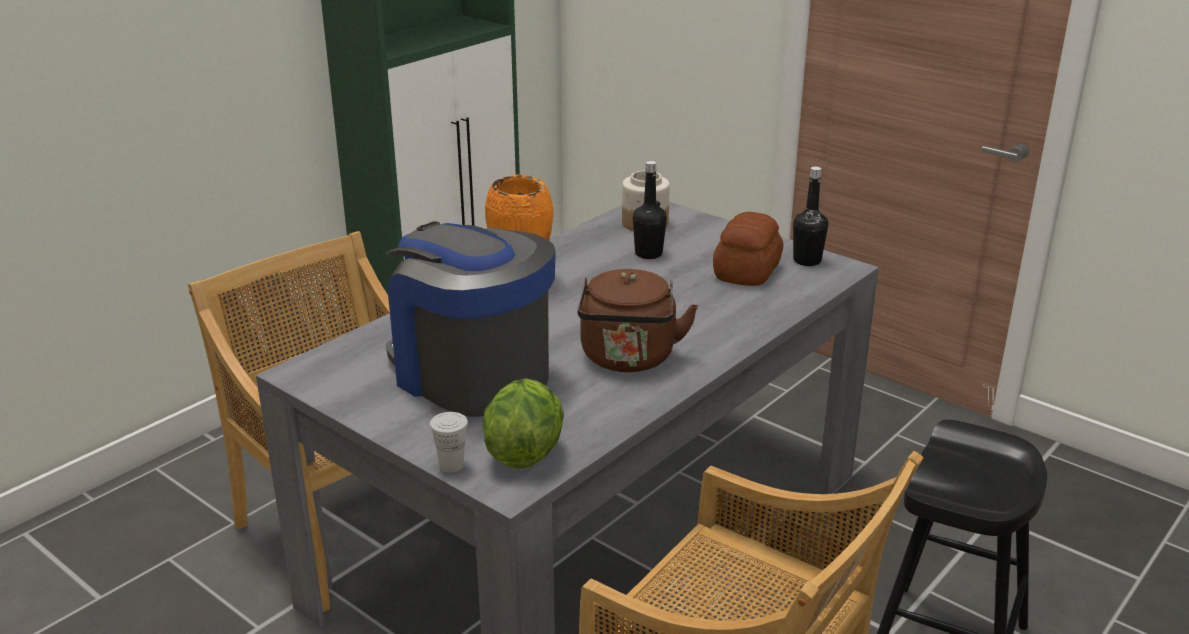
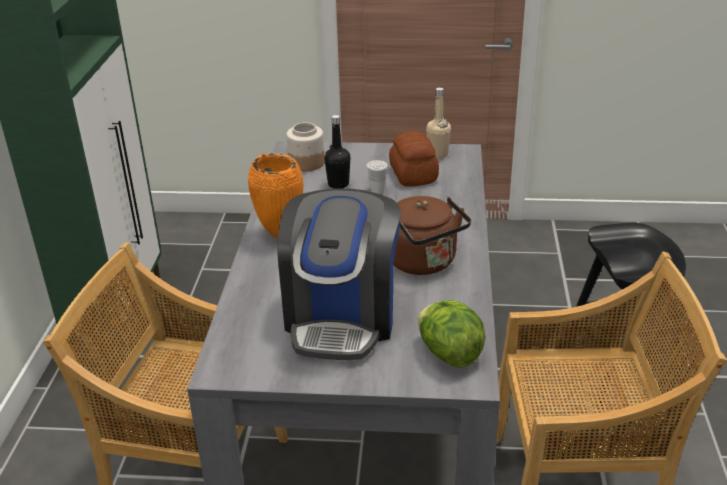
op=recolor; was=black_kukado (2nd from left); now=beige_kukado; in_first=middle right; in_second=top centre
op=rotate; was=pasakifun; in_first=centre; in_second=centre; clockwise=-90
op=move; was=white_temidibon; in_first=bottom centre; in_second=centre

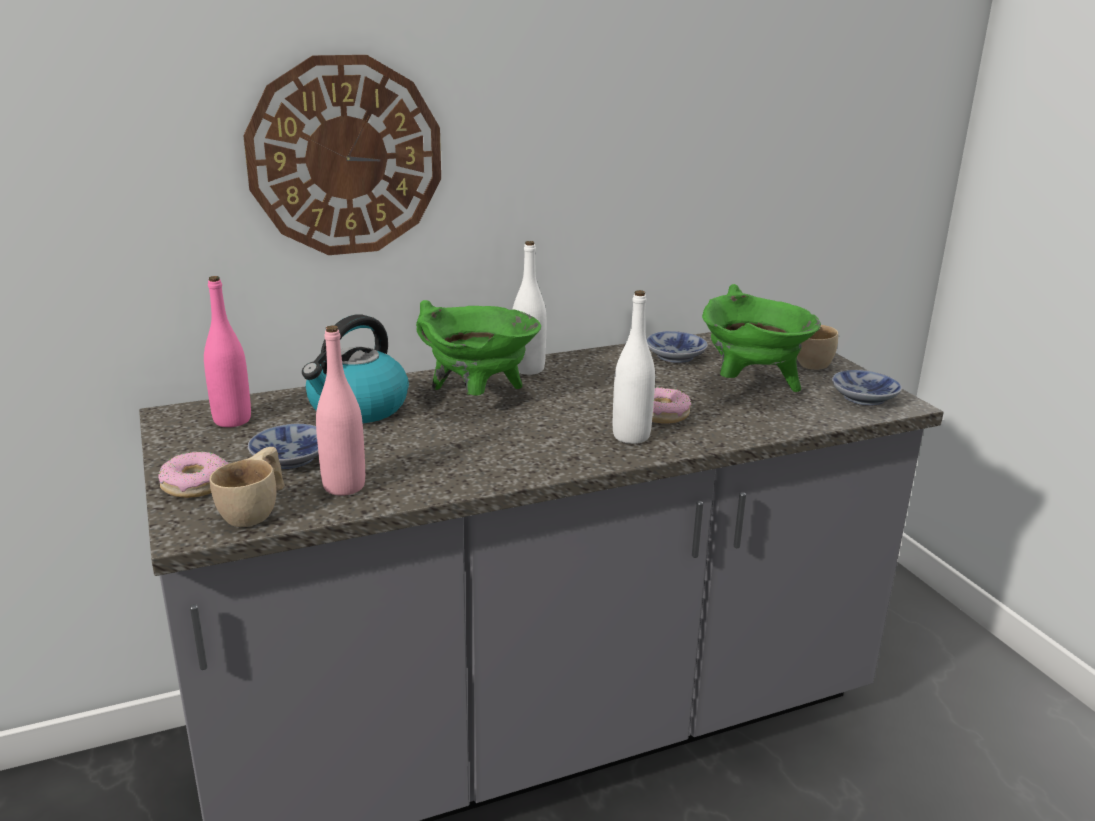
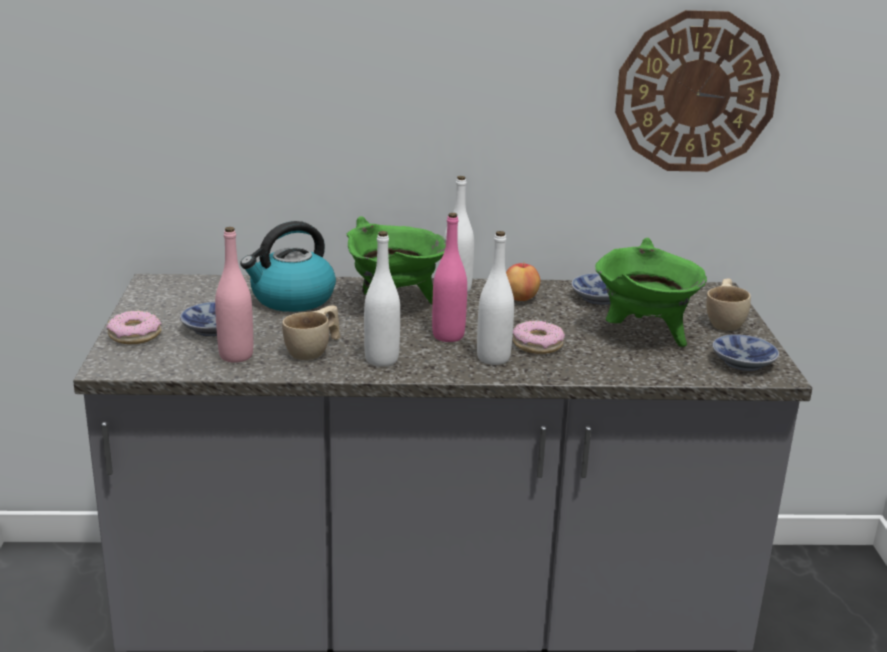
op=move; was=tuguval; in_first=top left; in_second=top right
op=move; was=pink_kukado (1st from left in the first image); now=pink_kukado (2nd from left); in_first=middle left; in_second=centre
op=move; was=beige_temidibon (1st from left); in_first=middle left; in_second=centre
op=insert; now=white_kukado (1st from left); in_second=centre
op=insert; now=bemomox; in_second=centre

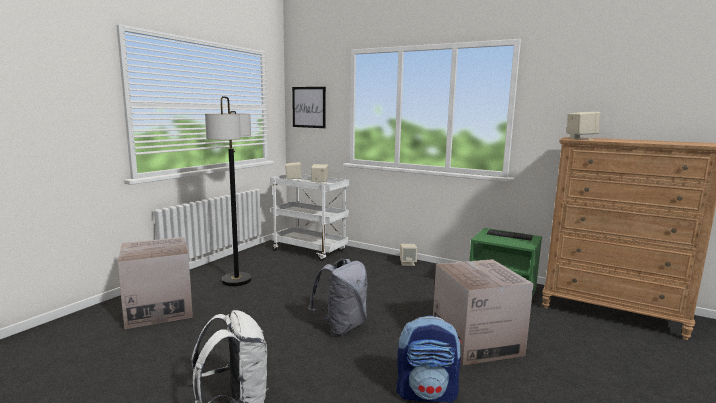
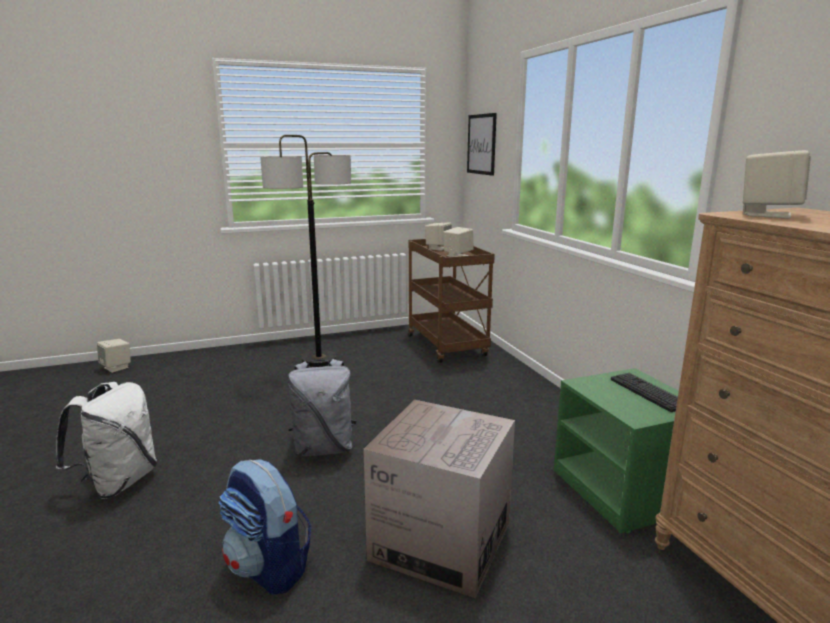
op=recolor; was=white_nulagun; now=brown_nulagun; in_first=centre; in_second=centre
op=delete; was=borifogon (1st from left); in_first=bottom left
op=move; was=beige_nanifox (3rd from left in the first image); now=beige_nanifox (1st from left); in_first=centre; in_second=middle left

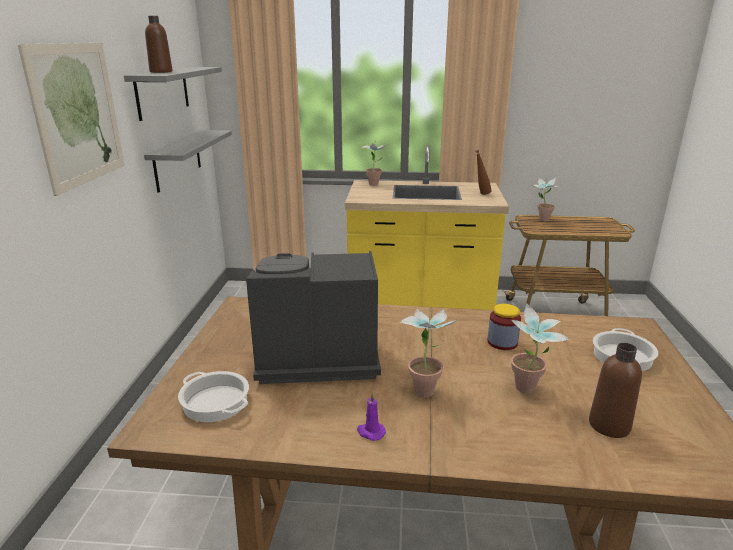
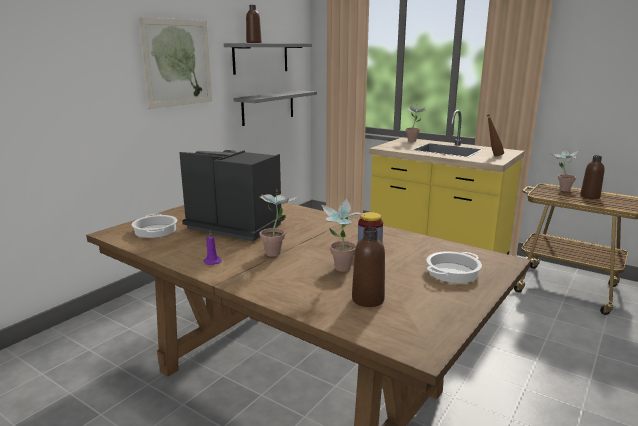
op=insert; now=brown_kukado (4th from left); in_second=middle right

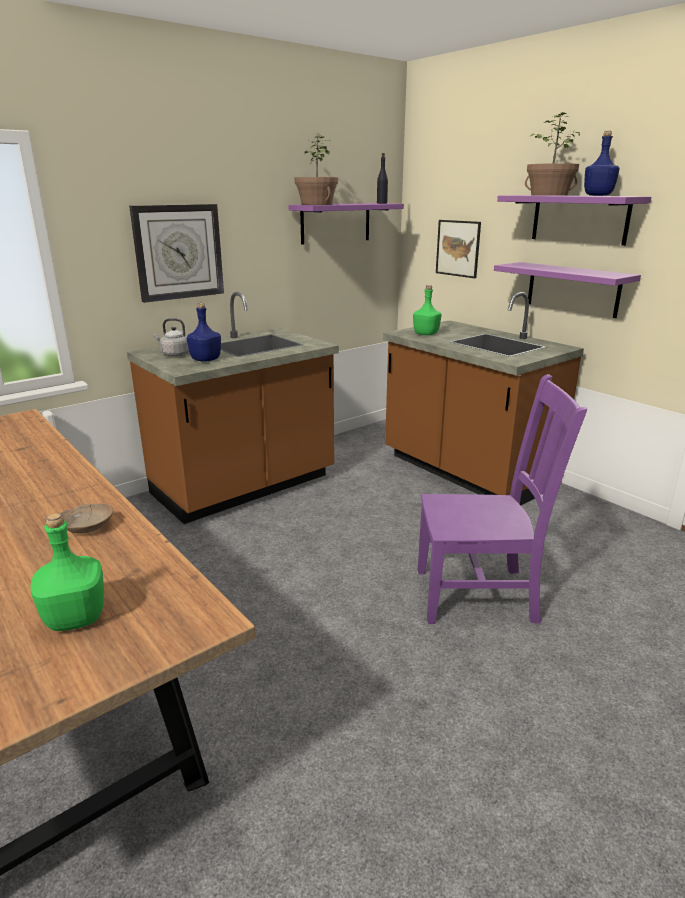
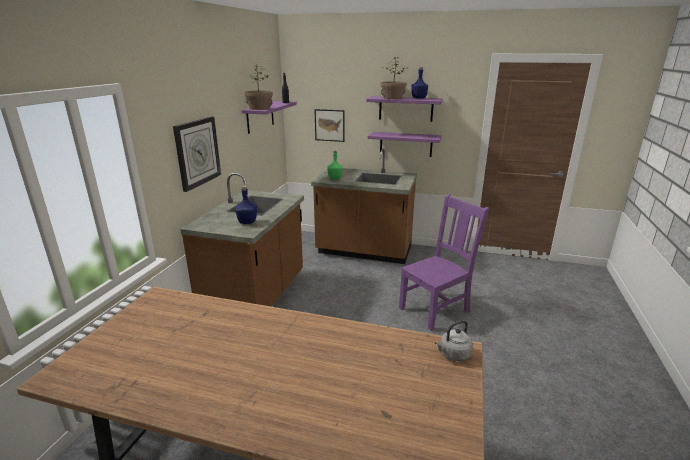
op=move; was=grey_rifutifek; in_first=middle left; in_second=bottom centre
op=delete; was=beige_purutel; in_first=middle left
op=delete; was=green_kukado (1st from left); in_first=middle left

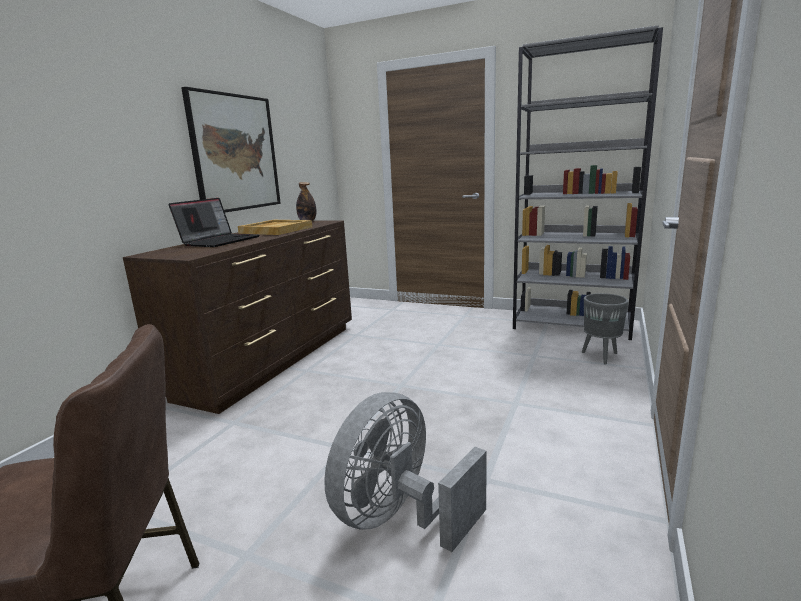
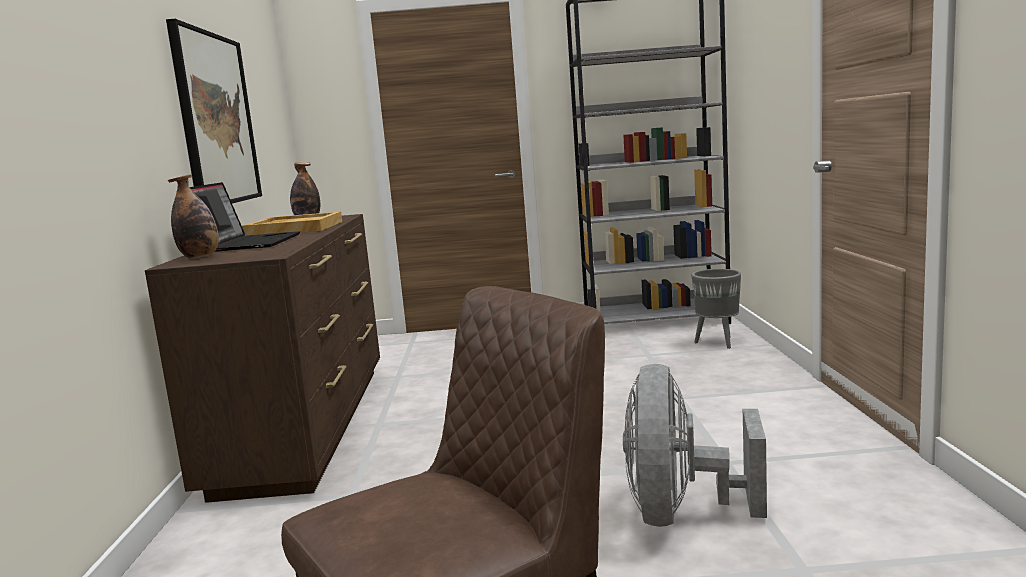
op=insert; now=kukado (1st from left); in_second=middle left

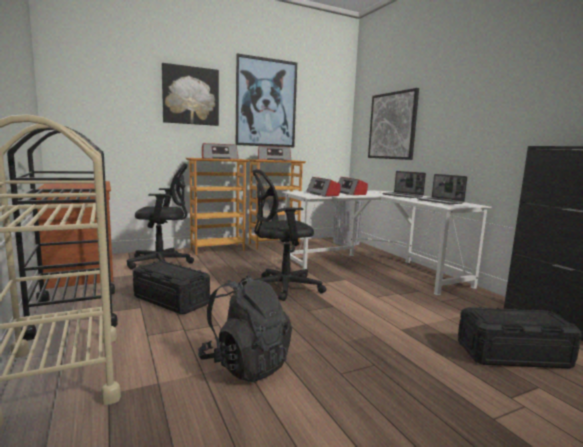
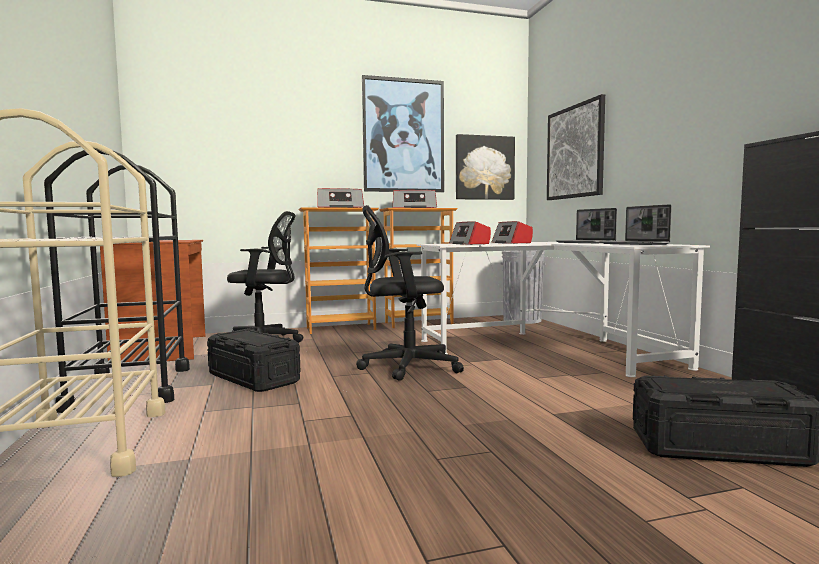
op=move; was=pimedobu (1st from left in the first image); now=pimedobu (2nd from left); in_first=top left; in_second=top centre
op=delete; was=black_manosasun; in_first=bottom centre

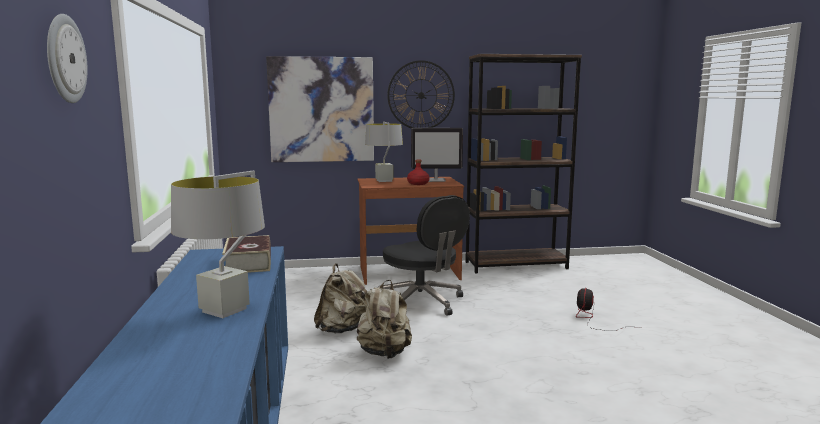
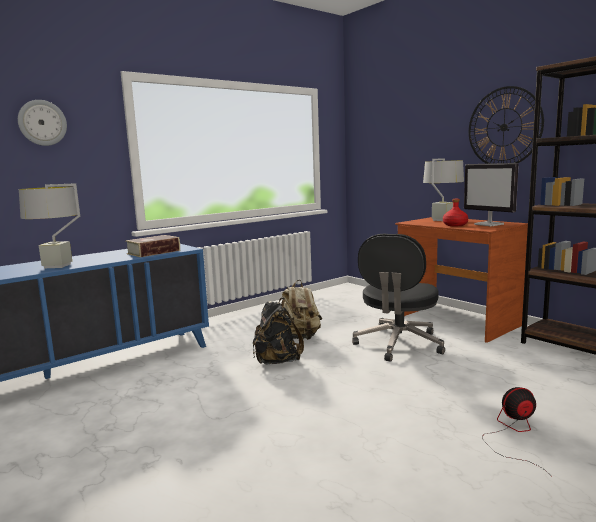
op=delete; was=pimedobu; in_first=top centre
op=recolor; was=beige_manosasun (2nd from left); now=black_manosasun; in_first=bottom centre; in_second=centre

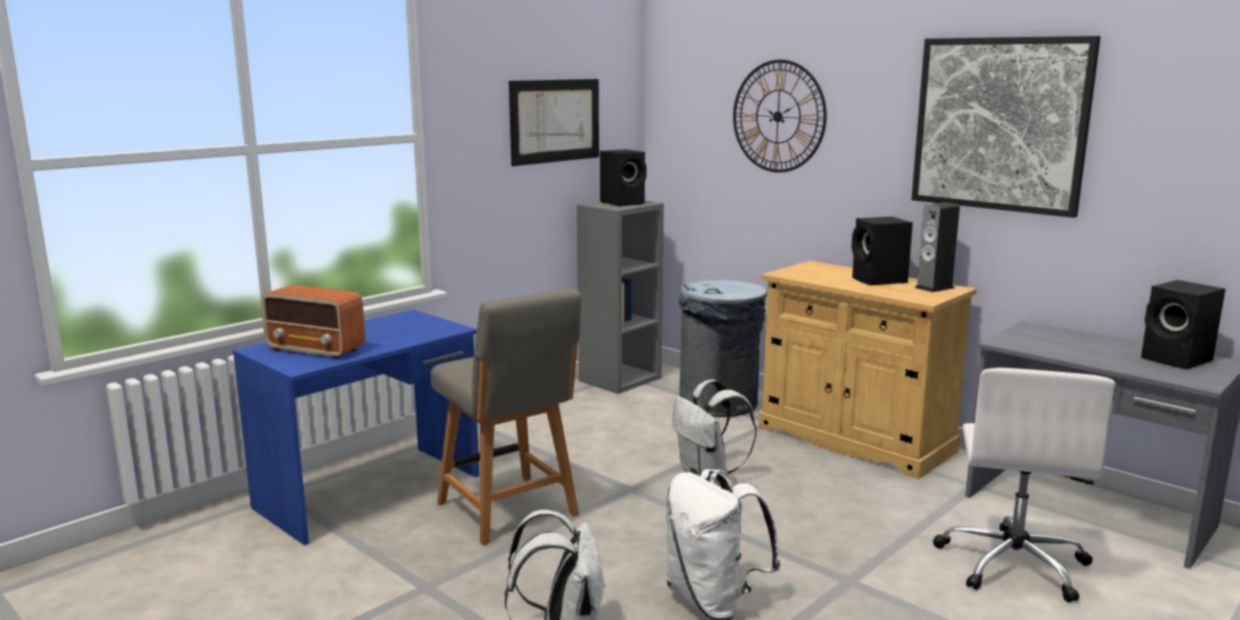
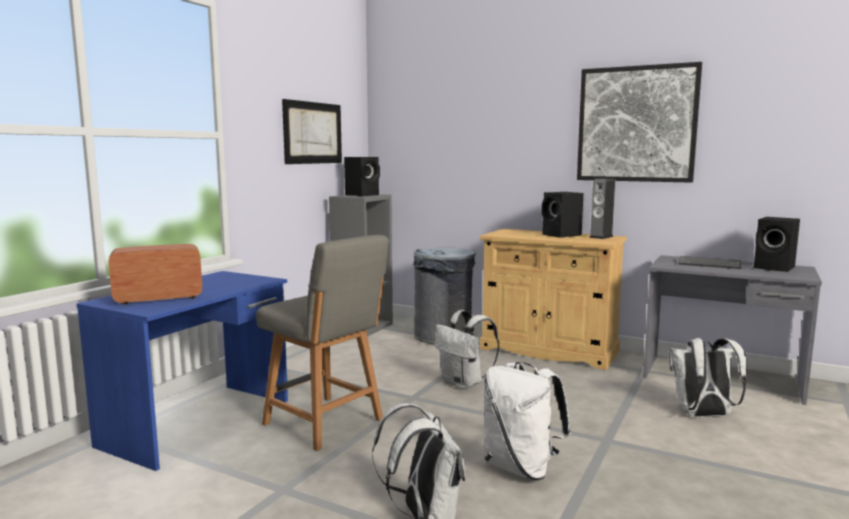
op=delete; was=tuguval; in_first=top centre
op=rotate; was=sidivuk; in_first=middle left; in_second=middle left; clockwise=150
op=replace; was=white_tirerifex; now=white_manosasun (4th from left); in_first=bottom right; in_second=bottom right
op=insert; now=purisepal; in_second=middle right

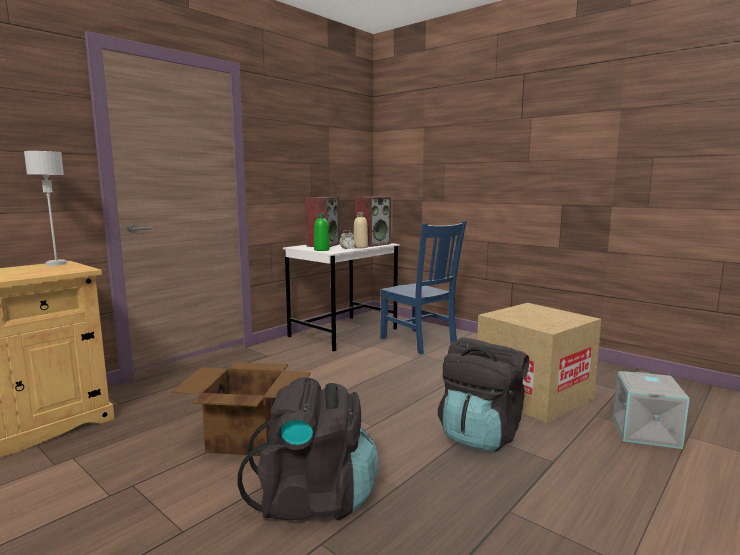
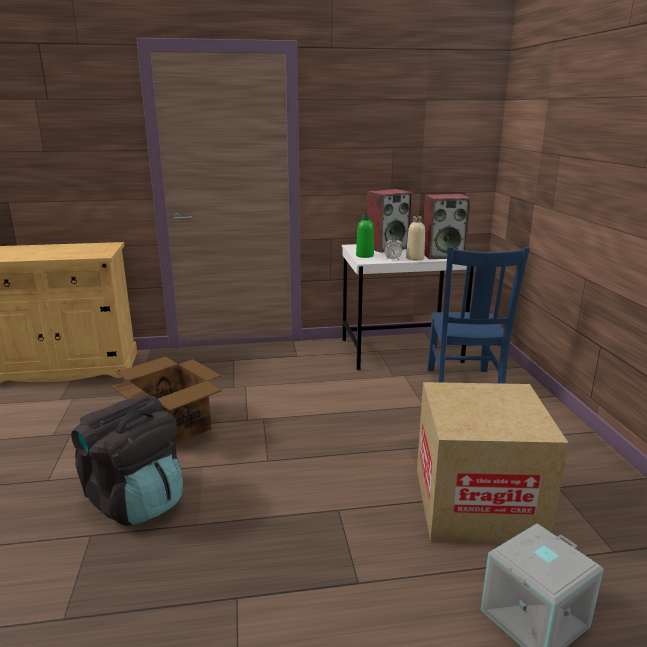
op=delete; was=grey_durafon; in_first=middle left
op=delete; was=black_manosasun (2nd from left); in_first=bottom centre

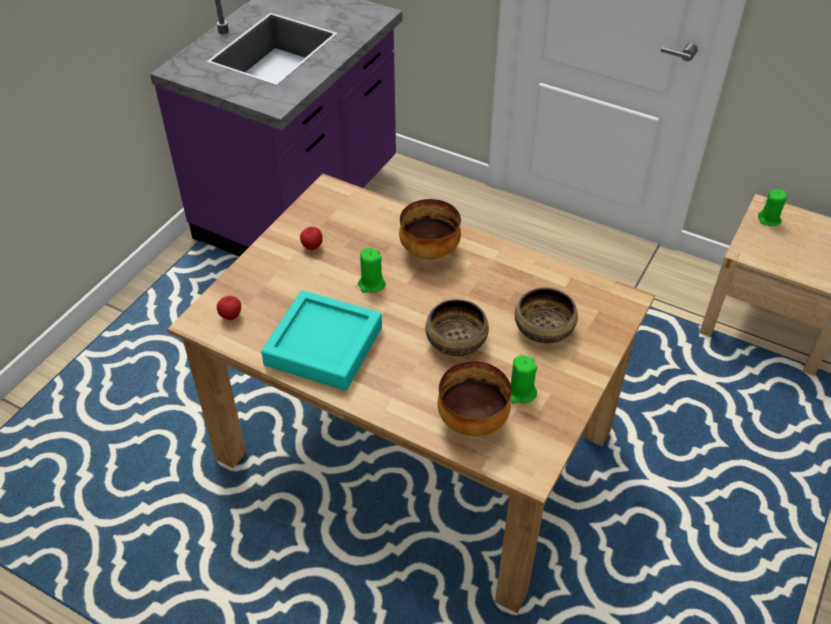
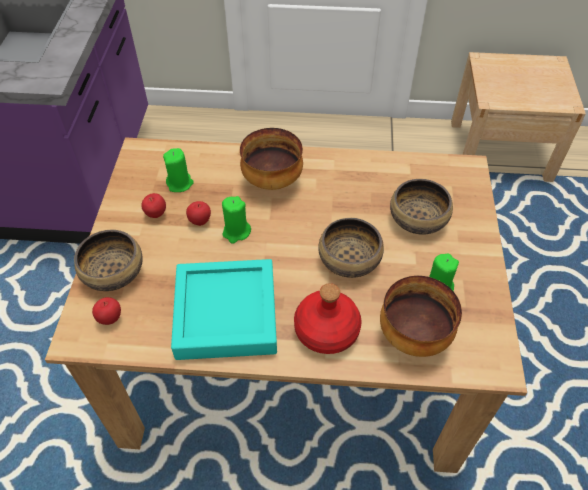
op=move; was=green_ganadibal (3rd from left in the first image); now=green_ganadibal (1st from left); in_first=top right; in_second=middle left
op=insert; now=bemomox (3rd from left); in_second=centre
op=insert; now=purutel (1st from left); in_second=middle left
op=insert; now=red_kukado; in_second=centre

